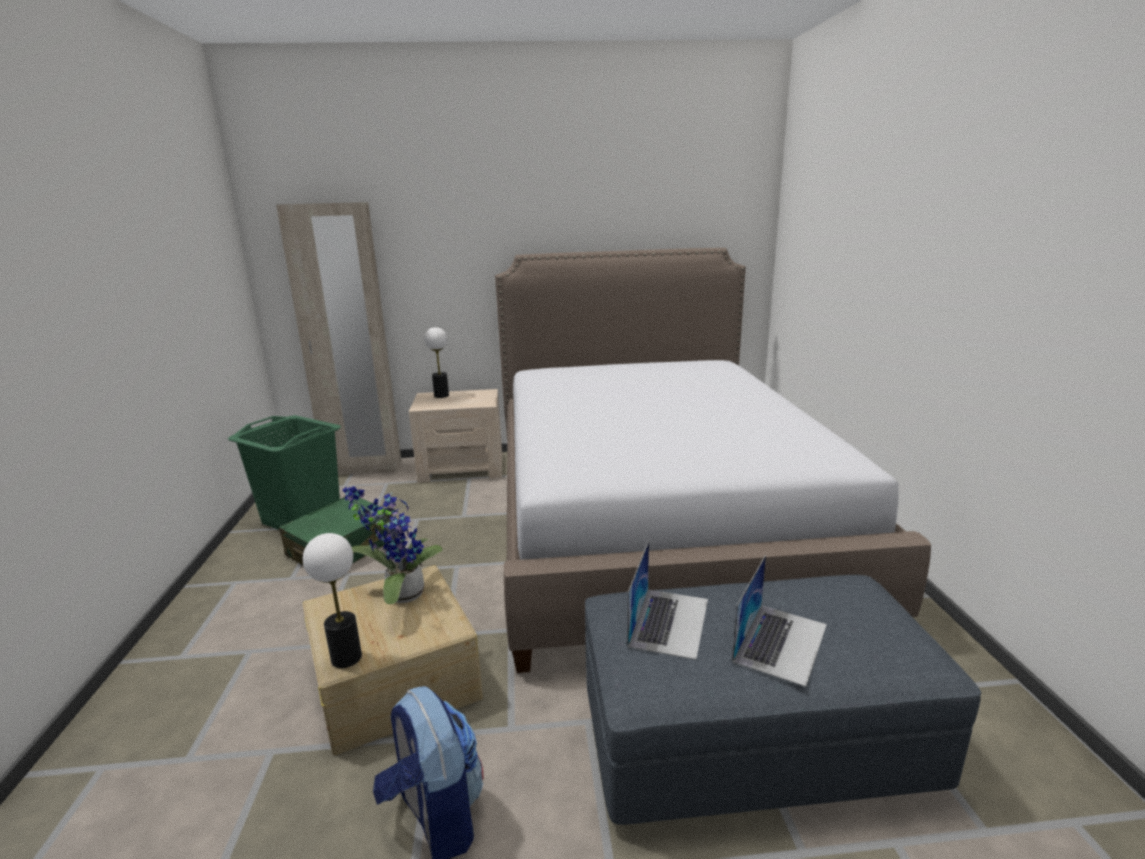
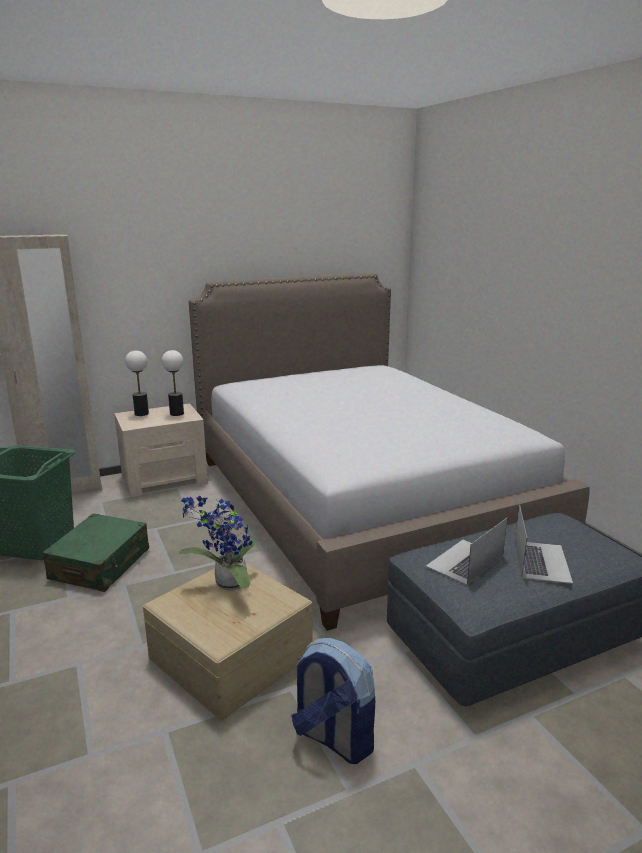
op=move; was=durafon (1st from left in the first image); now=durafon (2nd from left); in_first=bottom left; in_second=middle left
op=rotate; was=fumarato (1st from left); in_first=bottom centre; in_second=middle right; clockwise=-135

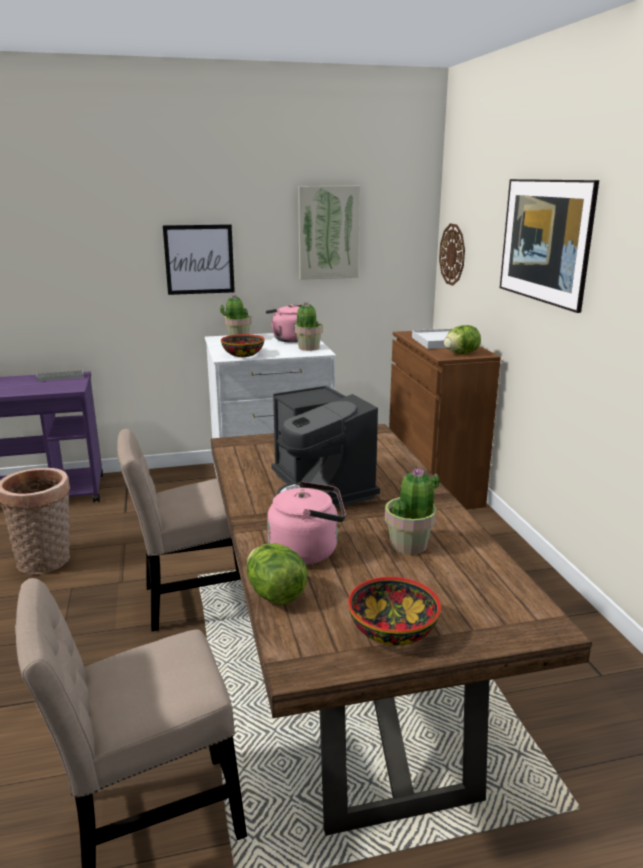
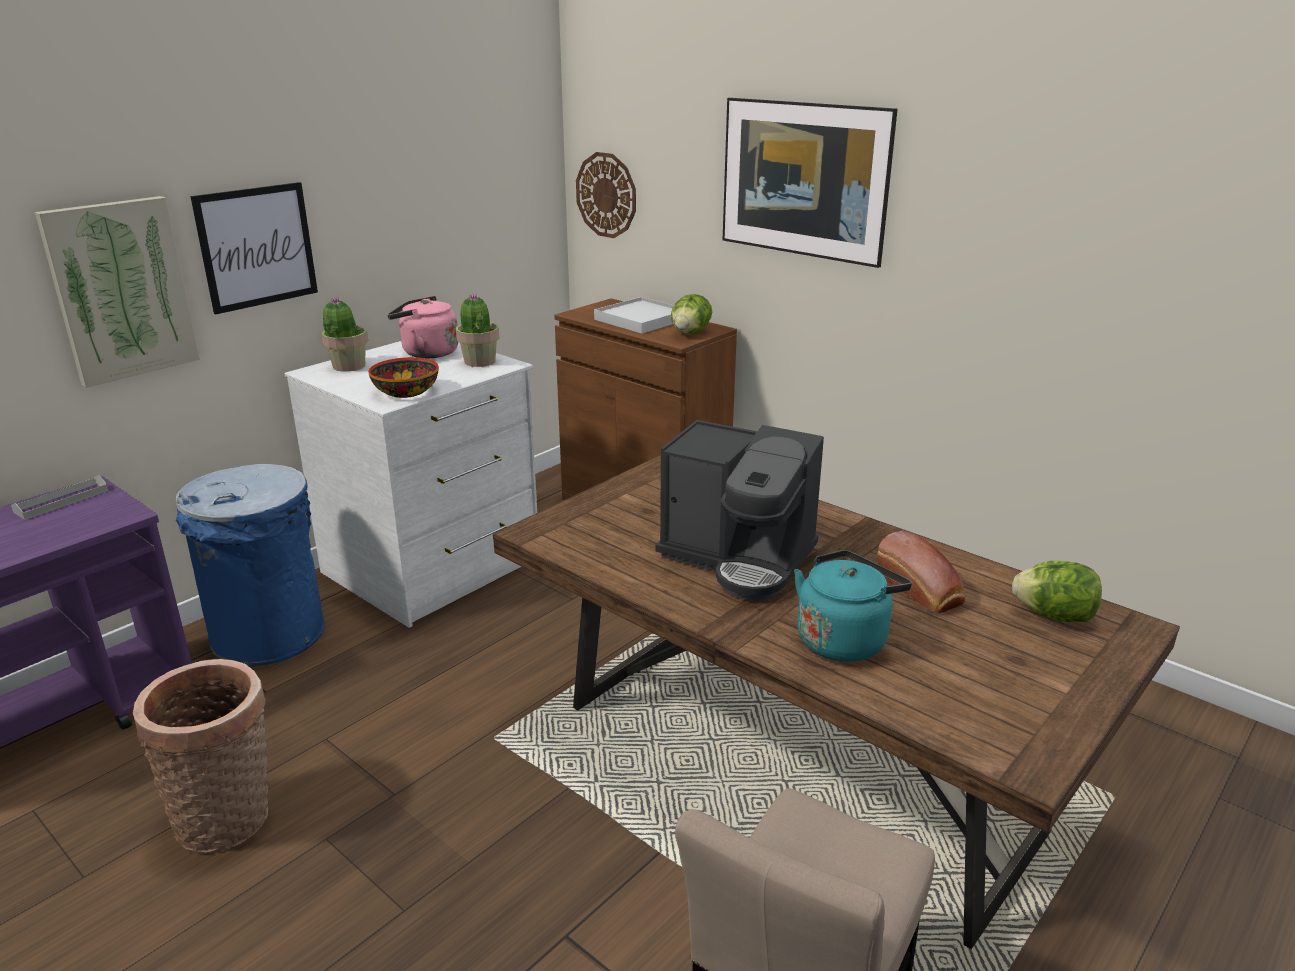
op=move; was=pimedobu (2nd from left in the first image); now=pimedobu (1st from left); in_first=top centre; in_second=top left
op=delete; was=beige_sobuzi (2nd from left); in_first=middle left
op=replace; was=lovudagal (3rd from left); now=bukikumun; in_first=centre; in_second=middle right
op=recolor; was=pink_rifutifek (2nd from left); now=turquoise_rifutifek; in_first=centre; in_second=centre
op=move; was=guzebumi (1st from left in the first image); now=guzebumi (2nd from left); in_first=centre; in_second=middle right
op=delete; was=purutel (2nd from left); in_first=bottom centre
op=insert; now=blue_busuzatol; in_second=middle left

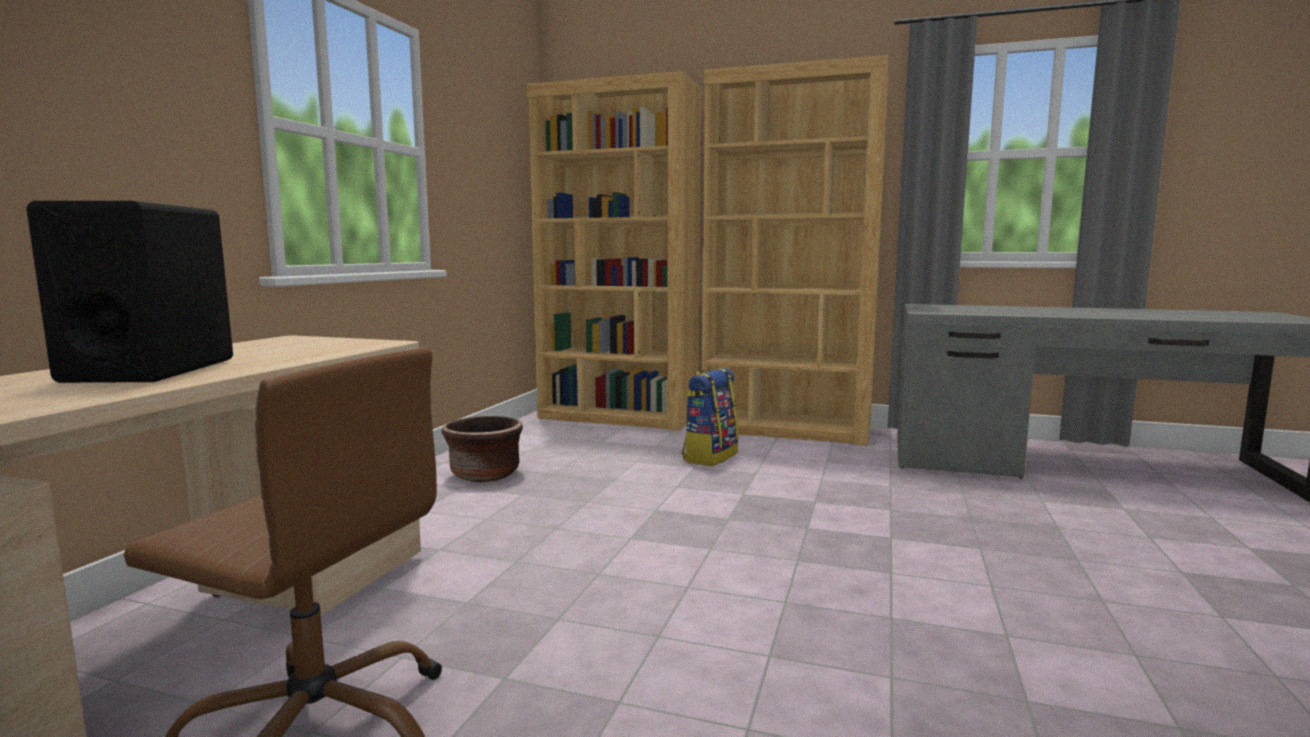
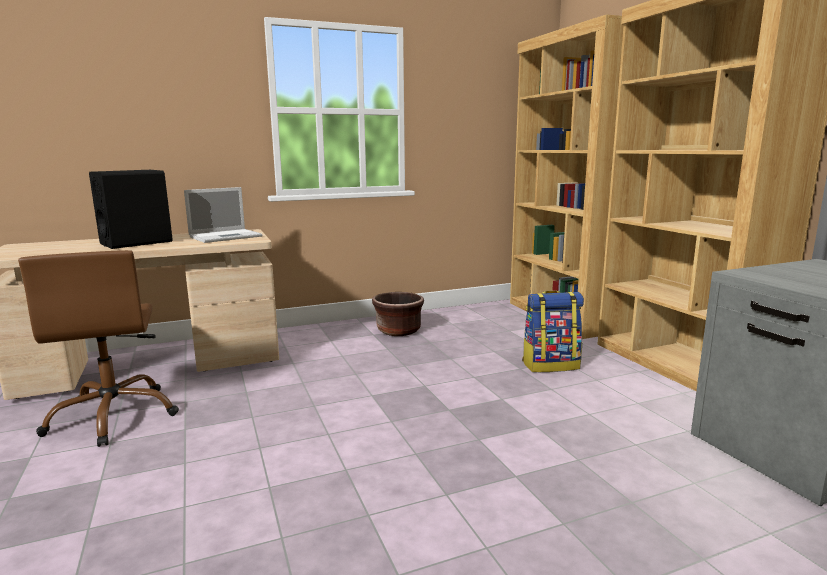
op=insert; now=fumarato; in_second=middle left

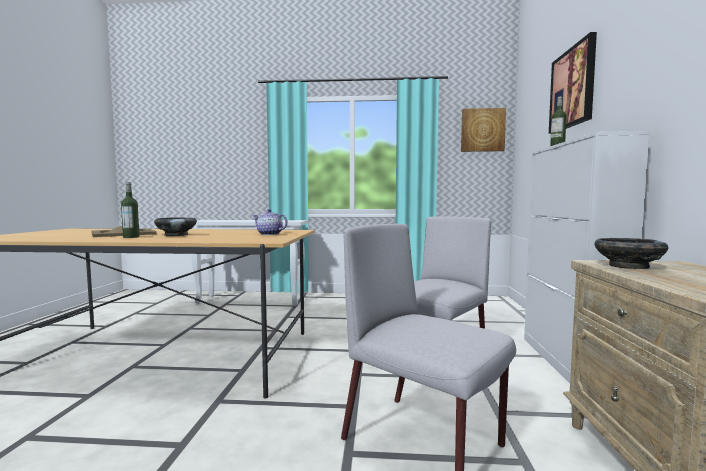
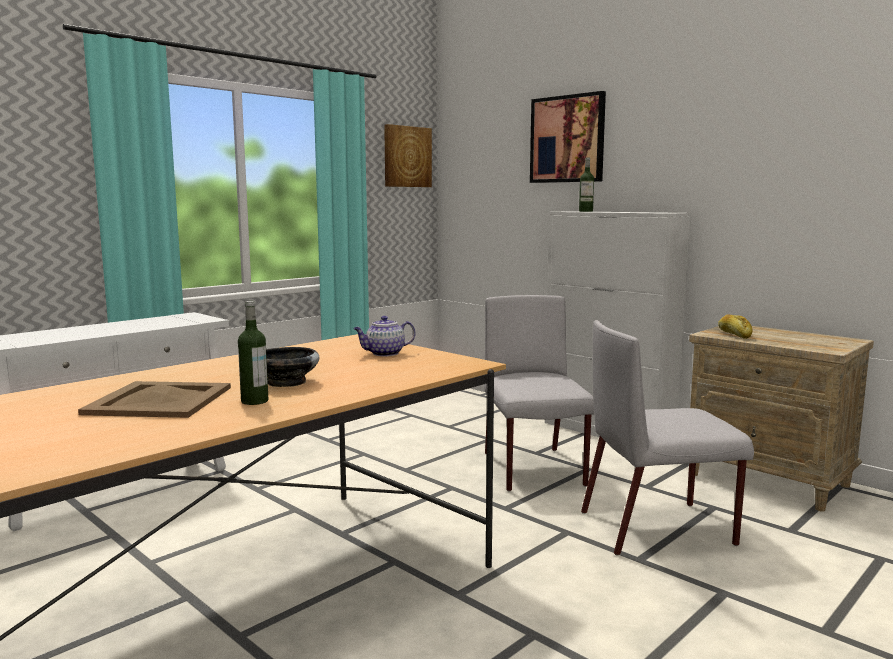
op=replace; was=black_purutel (2nd from left); now=bukikumun; in_first=middle right; in_second=middle right

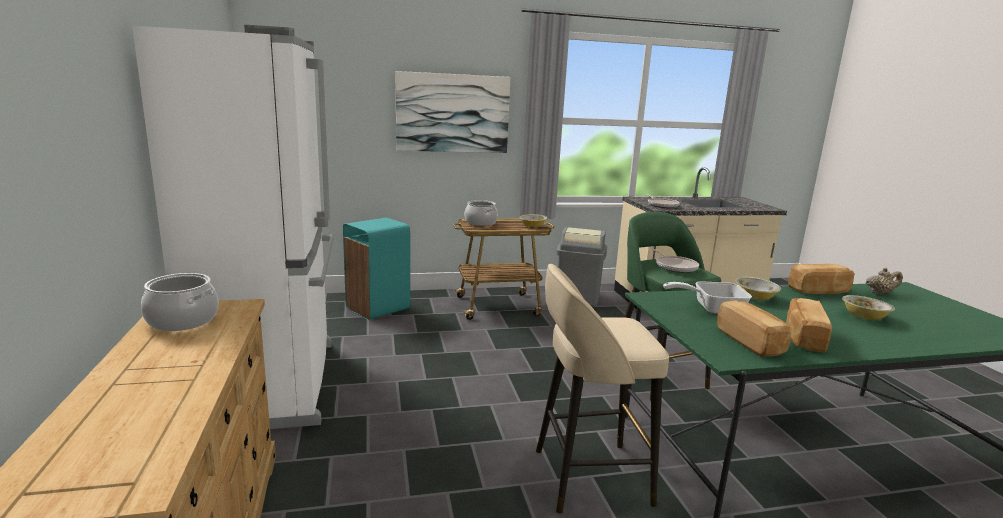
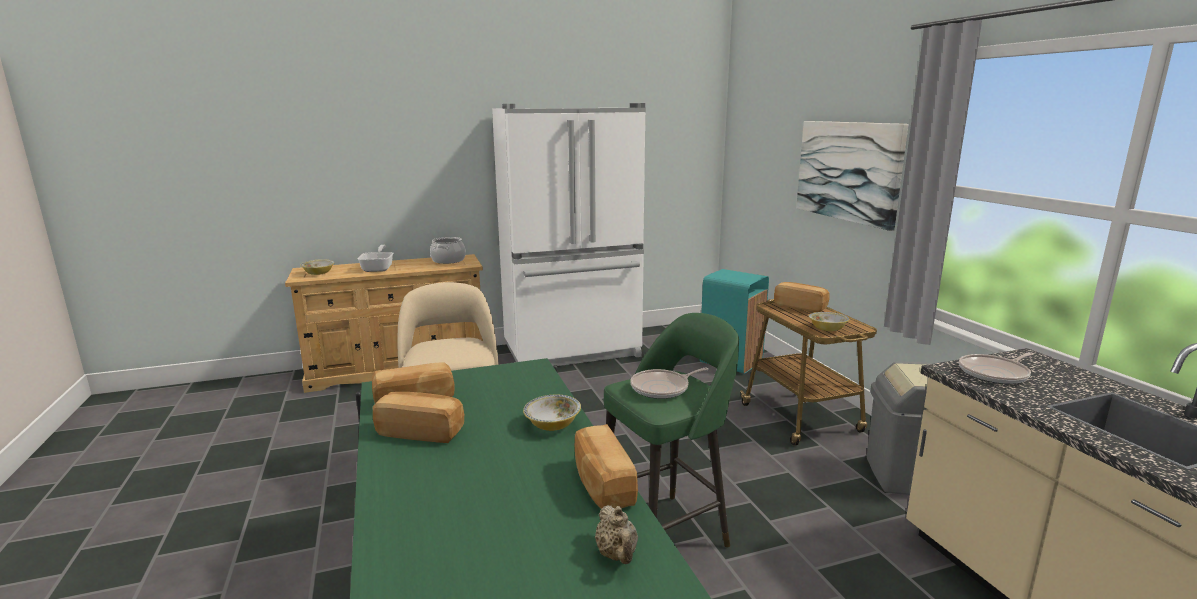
op=replace; was=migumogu (2nd from left); now=bukikumun (4th from left); in_first=centre; in_second=middle right
op=move; was=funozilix (3rd from left in the first image); now=funozilix (1st from left); in_first=middle right; in_second=middle left
op=move; was=purutel (3rd from left in the first image); now=purutel (1st from left); in_first=middle right; in_second=middle left

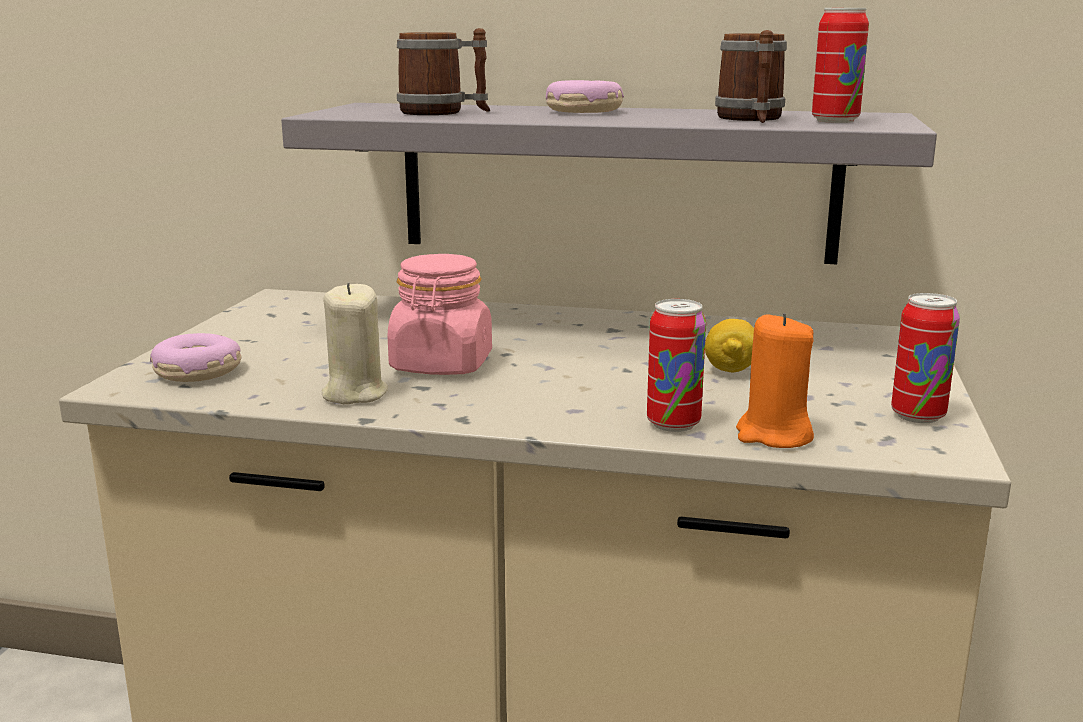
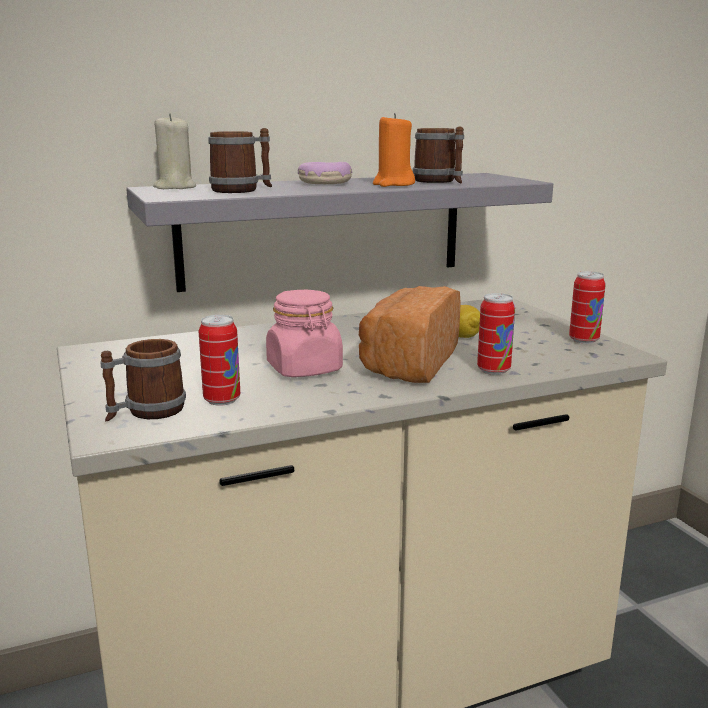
op=move; was=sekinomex (2nd from left in the first image); now=sekinomex (1st from left); in_first=top right; in_second=middle left
op=move; was=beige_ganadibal; in_first=middle left; in_second=top left
op=move; was=orange_ganadibal; in_first=middle right; in_second=top centre
op=replace; was=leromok (1st from left); now=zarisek (1st from left); in_first=middle left; in_second=middle left
op=insert; now=bukikumun; in_second=centre

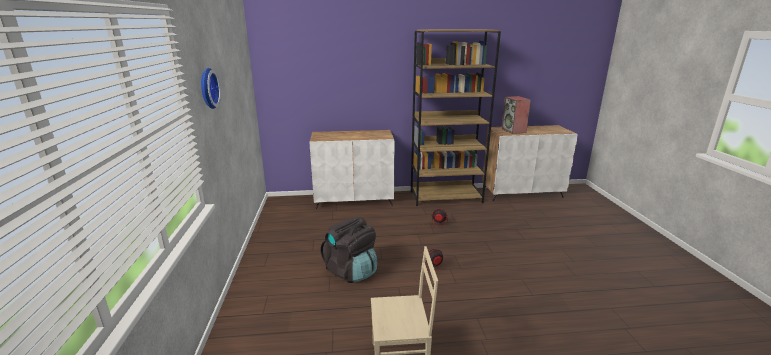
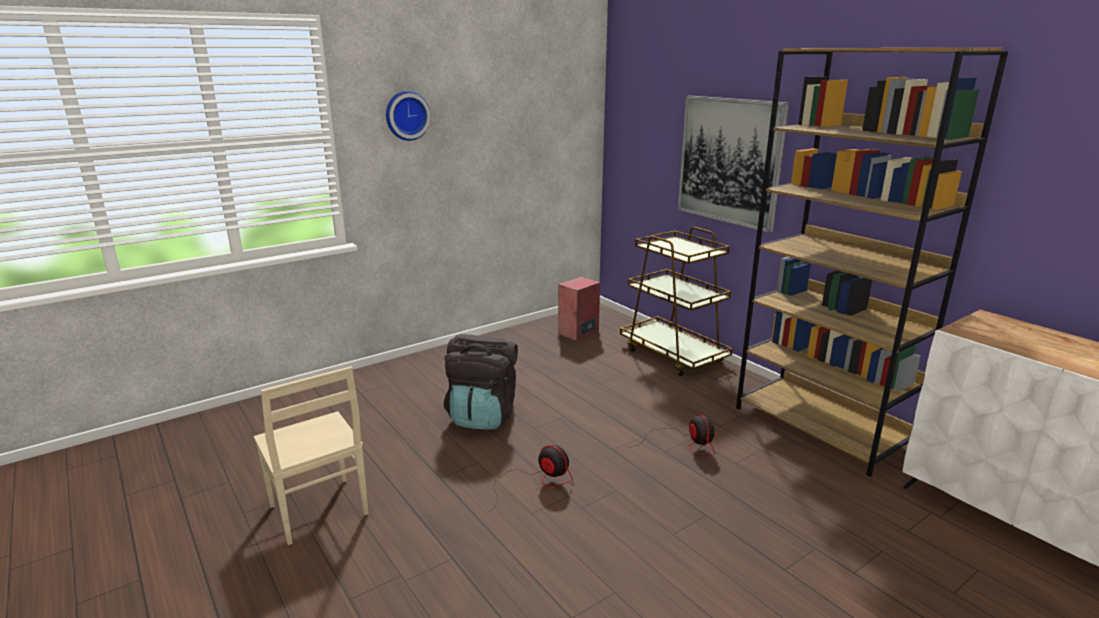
op=move; was=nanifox; in_first=top right; in_second=centre
op=replace; was=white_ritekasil (1st from left); now=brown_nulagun; in_first=centre; in_second=centre
op=insert; now=pimedobu; in_second=top right

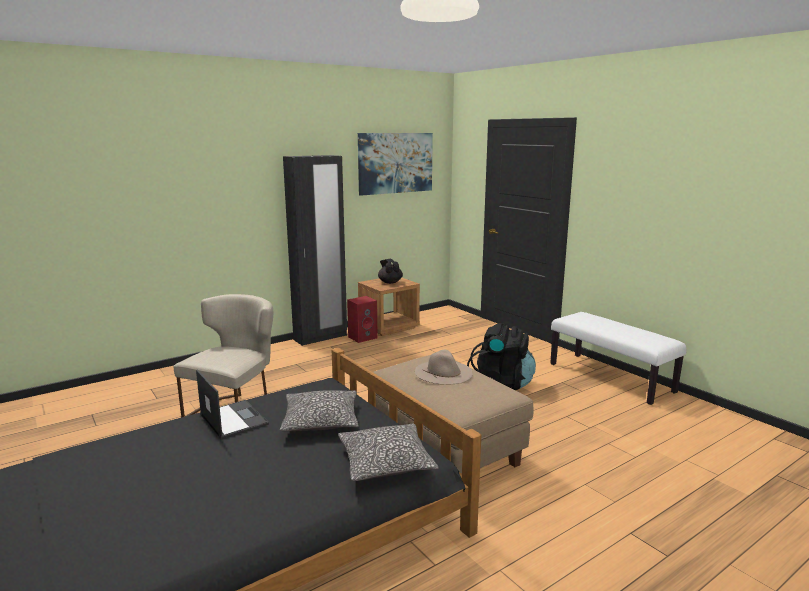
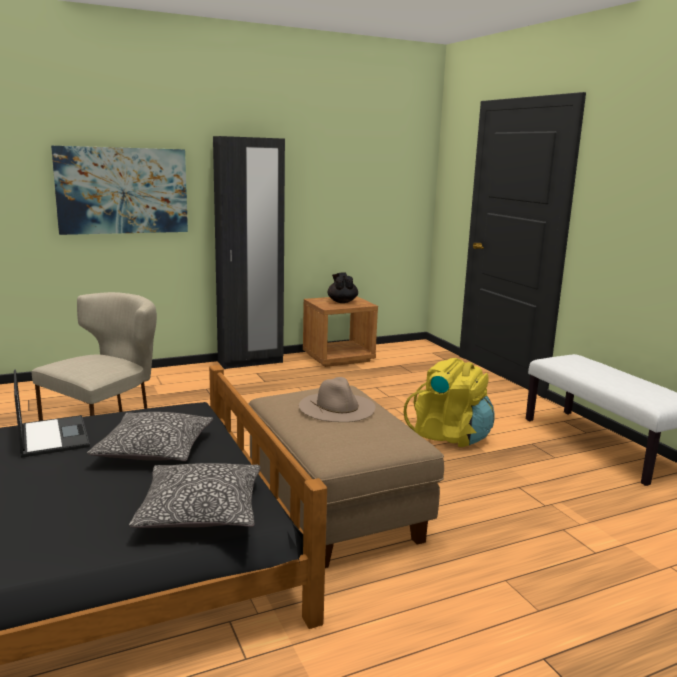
op=move; was=pimedobu; in_first=top centre; in_second=top left
op=delete; was=red_nanifox; in_first=centre
op=recolor; was=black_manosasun; now=yellow_manosasun; in_first=centre; in_second=centre

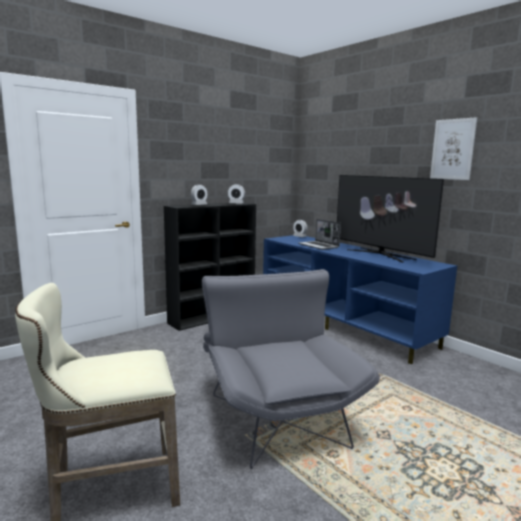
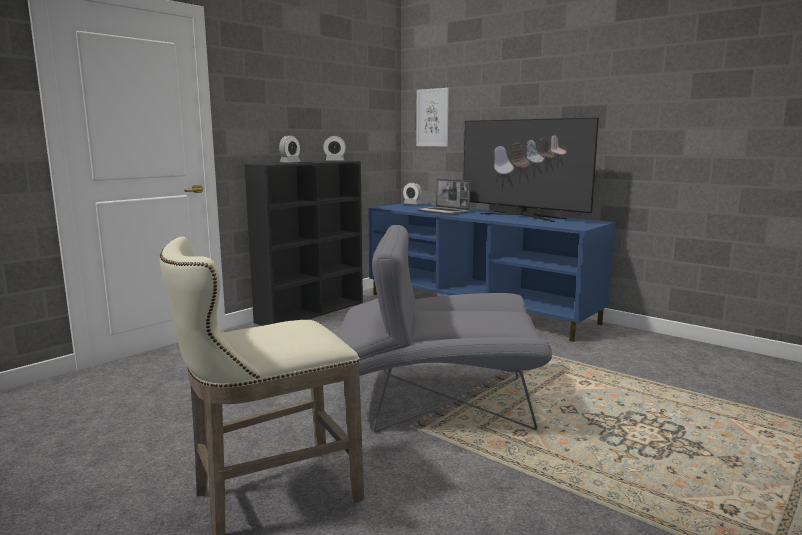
op=move; was=pimedobu; in_first=top right; in_second=top centre
op=rotate; was=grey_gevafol; in_first=bottom centre; in_second=centre; clockwise=-60

